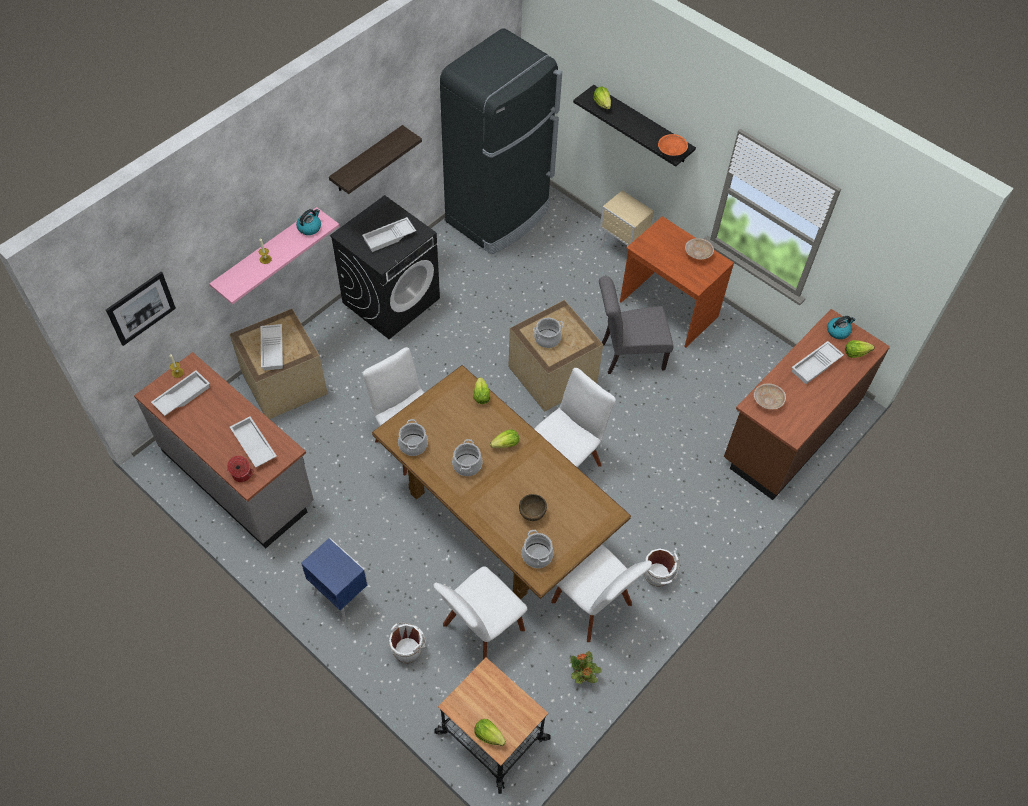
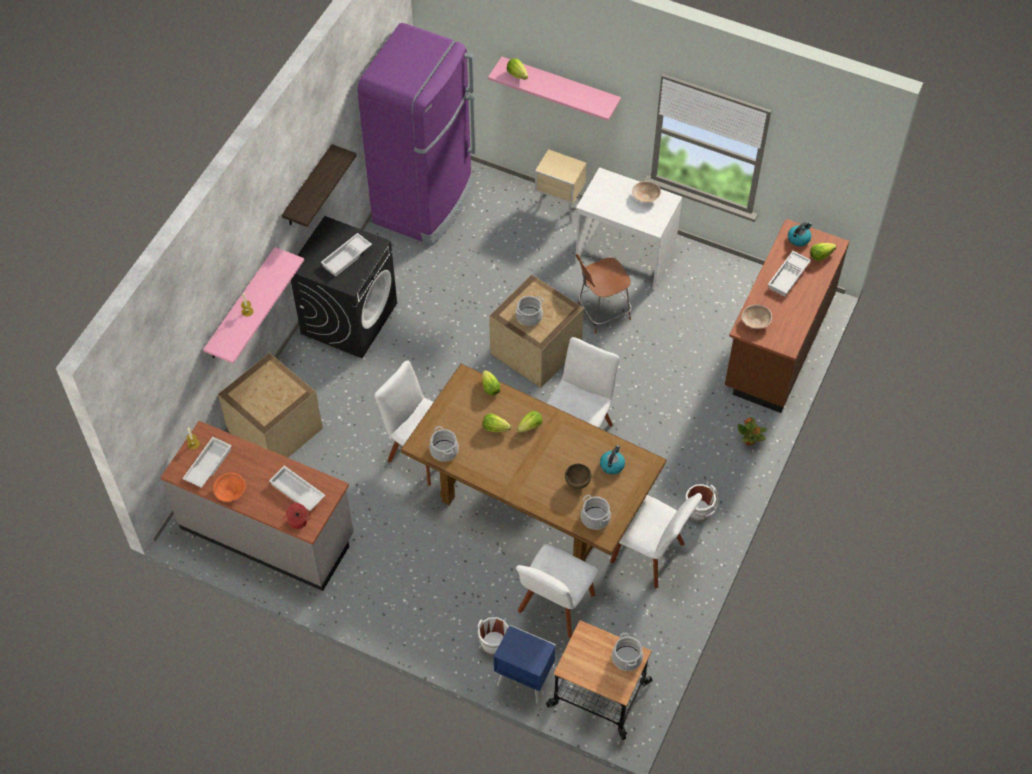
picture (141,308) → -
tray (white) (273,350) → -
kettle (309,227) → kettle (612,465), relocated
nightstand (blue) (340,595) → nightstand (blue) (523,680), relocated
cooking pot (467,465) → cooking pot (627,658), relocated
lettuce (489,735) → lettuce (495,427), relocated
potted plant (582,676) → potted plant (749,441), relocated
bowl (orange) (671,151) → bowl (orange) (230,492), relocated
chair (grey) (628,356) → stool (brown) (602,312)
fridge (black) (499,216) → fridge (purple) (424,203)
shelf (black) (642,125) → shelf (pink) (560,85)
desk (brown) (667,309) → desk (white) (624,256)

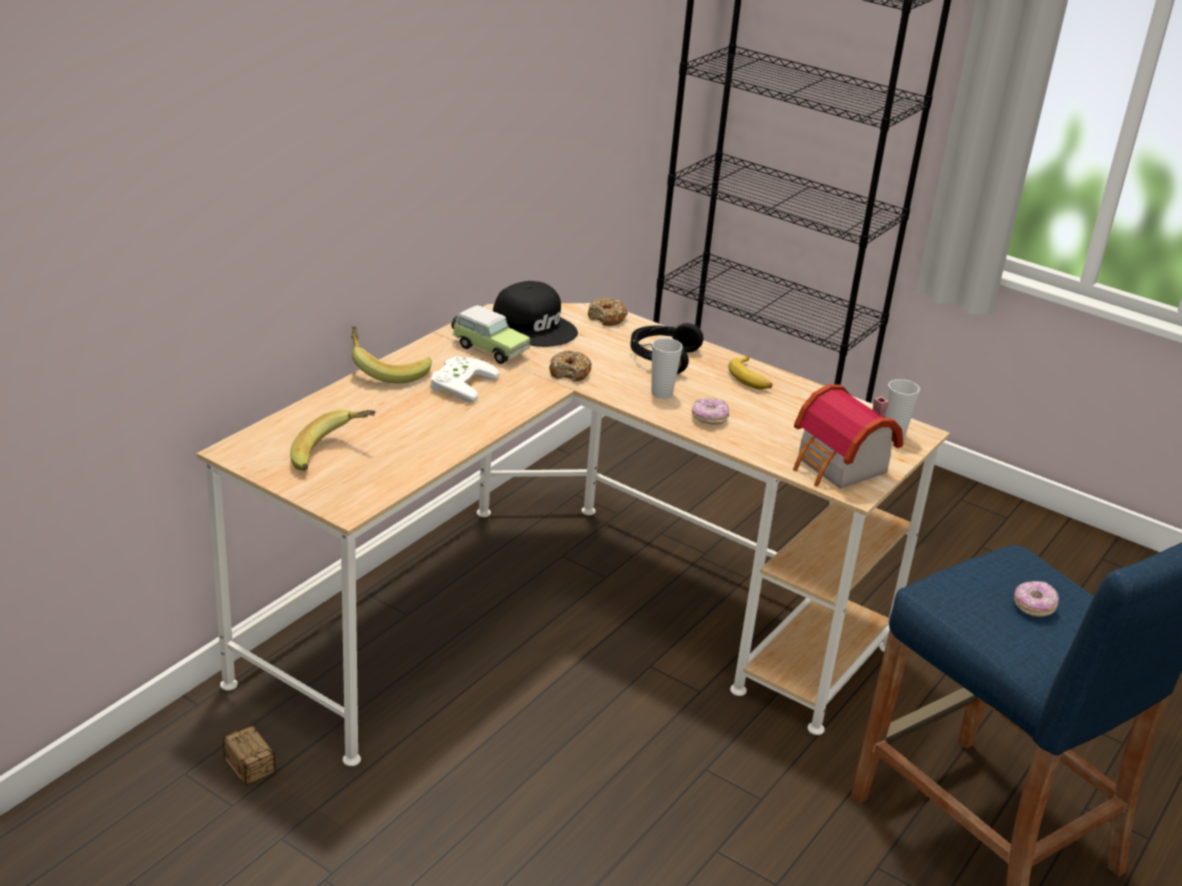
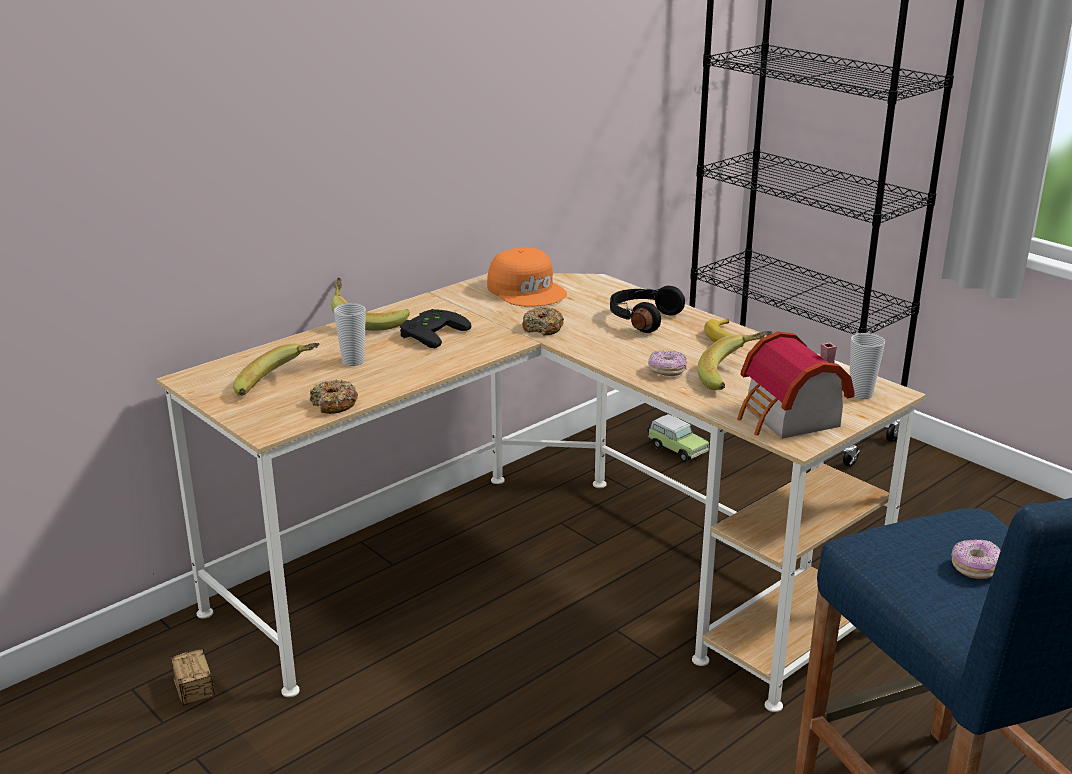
- → banana (735,377)
toy car (488,349) → toy car (676,449), relocated
donut (607,318) → donut (334,404), relocated
cup (661,393) → cup (353,361), relocated
game controller (white) (459,382) → game controller (black) (430,332)
cap (black) (535,326) → cap (orange) (527,290)

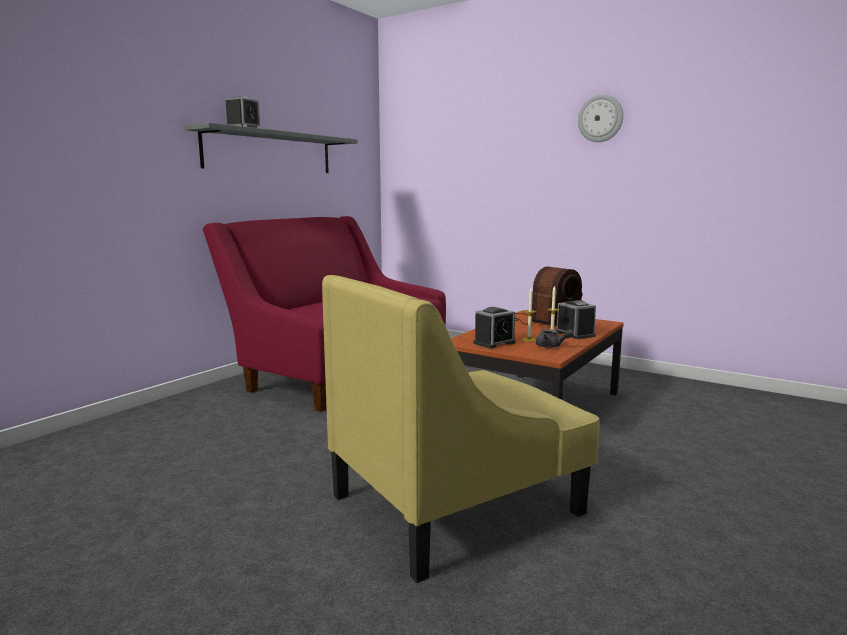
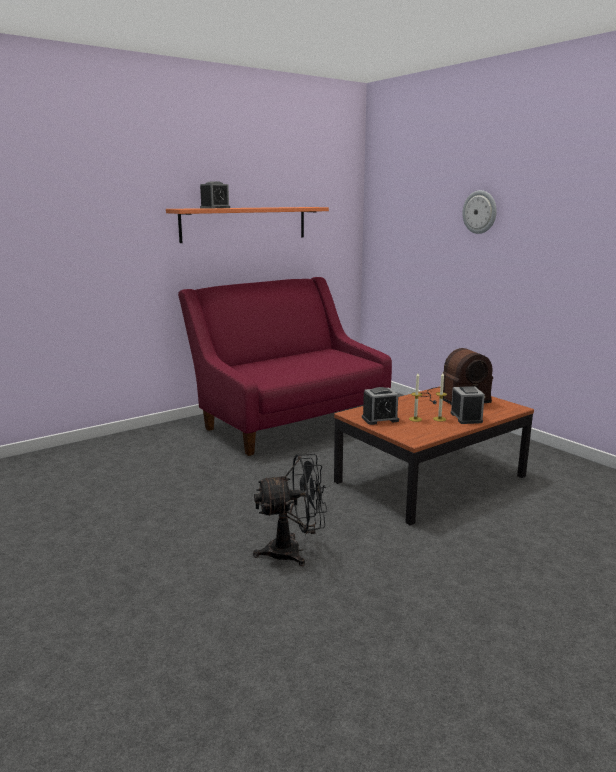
teapot (grey) (551,346) → -
wall clock (600,118) → wall clock (480,212), relocated
armchair (yellow) (457,503) → fan (black) (293,551)
shelf (grey) (270,152) → shelf (orange) (244,224)

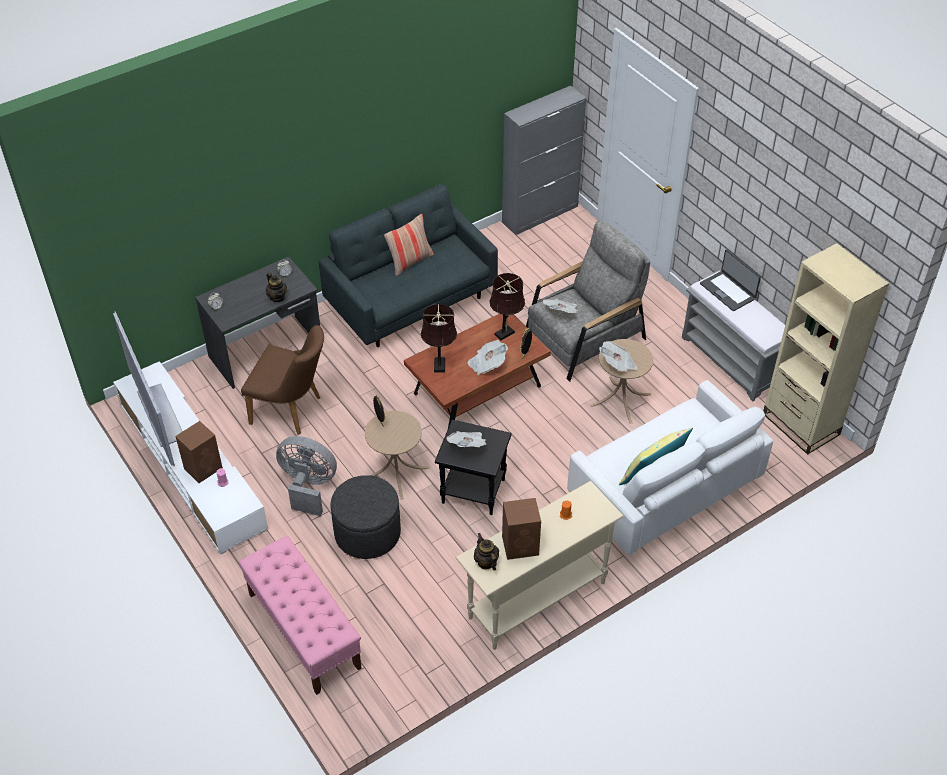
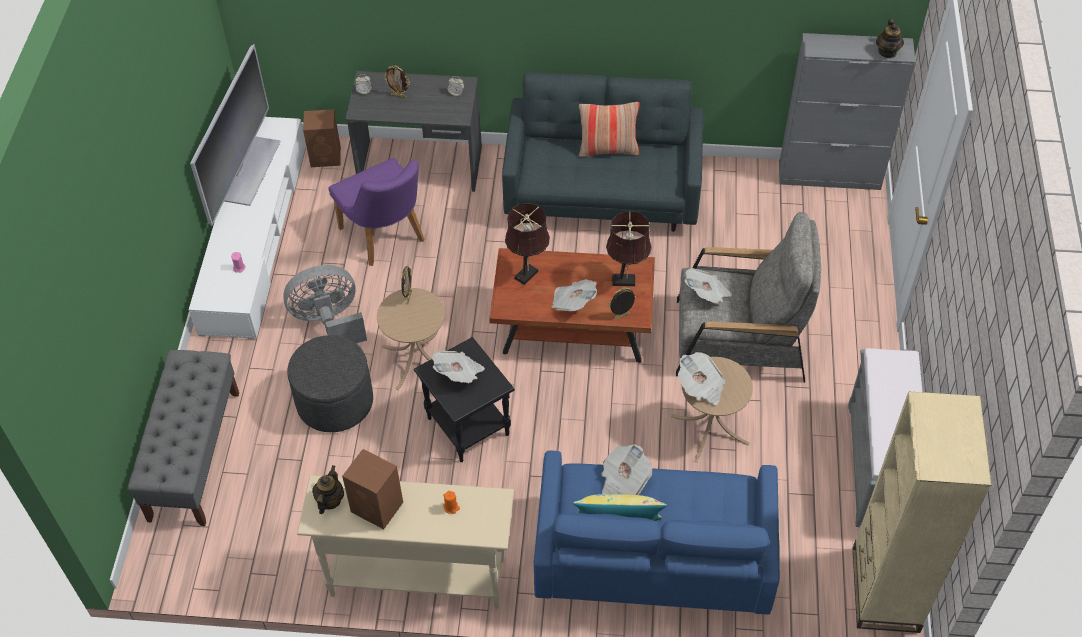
laptop (728,291) → -
- → picture frame (399,95)
- → newspaper (623,481)
speaker (brown) (204,467) → speaker (brown) (326,156), relocated
teapot (277,297) → teapot (887,52), relocated
bench (pink) (303,630) → bench (grey) (194,455)
chair (brown) (292,411) → chair (purple) (386,239)
sofa (white) (663,493) → sofa (blue) (652,559)
fan (grey) (308,486) → fan (grey) (329,321), 75 degrees counterclockwise

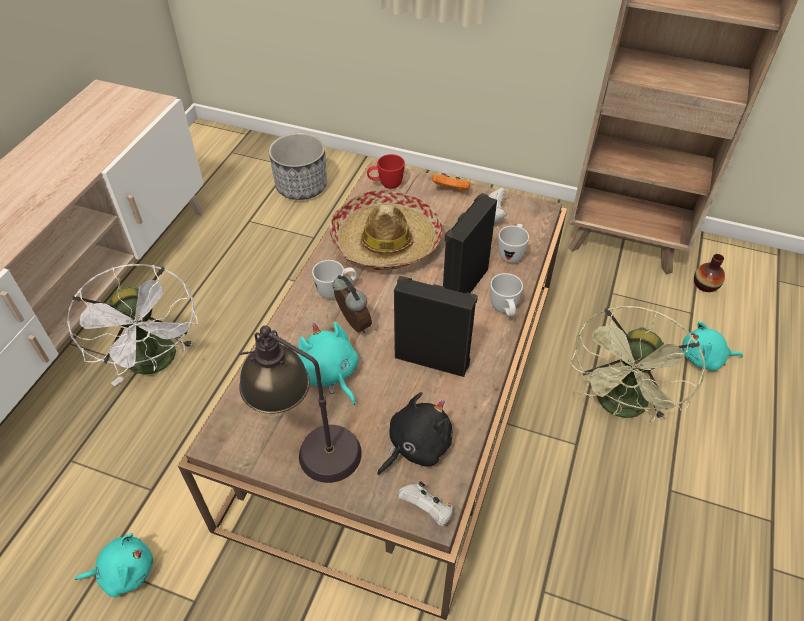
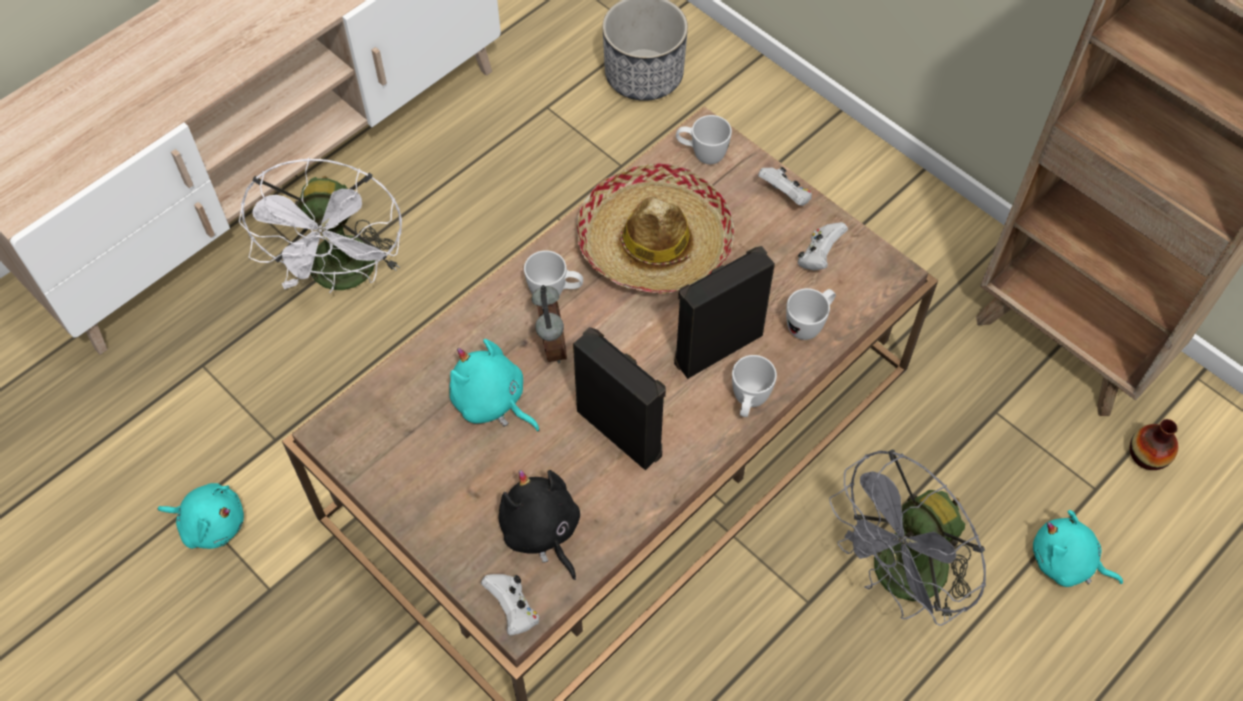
table lamp (308,445) → -
mug (red) (386,185) → mug (white) (701,154)
game controller (orange) (451,191) → game controller (white) (785,196)
fan (green) (620,407) → fan (grey) (899,580)
plush toy (turquoise) (330,374) → plush toy (turquoise) (491,402), 45 degrees counterclockwise
plush toy (black) (416,446) → plush toy (black) (541,532), 105 degrees counterclockwise

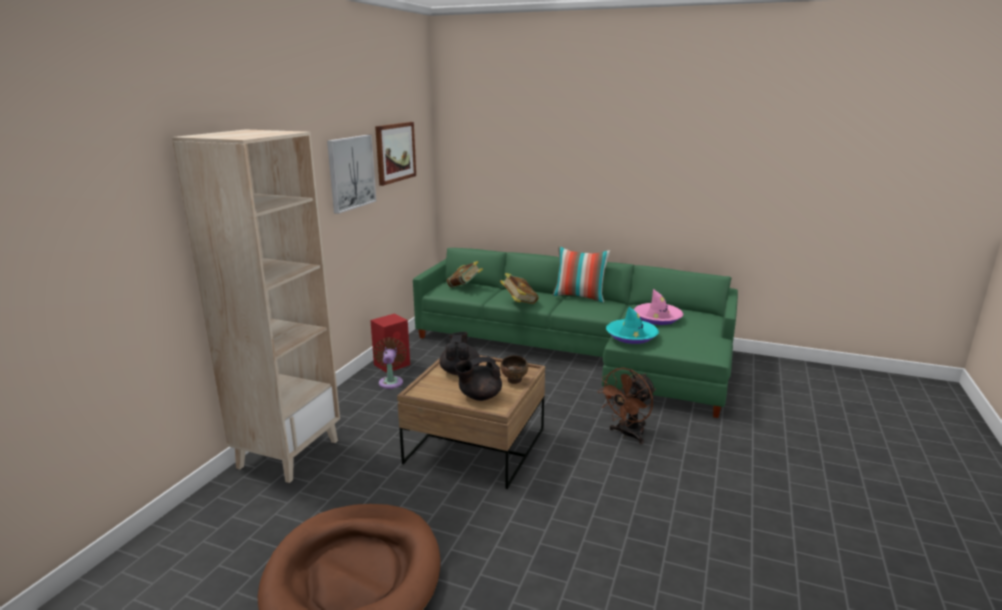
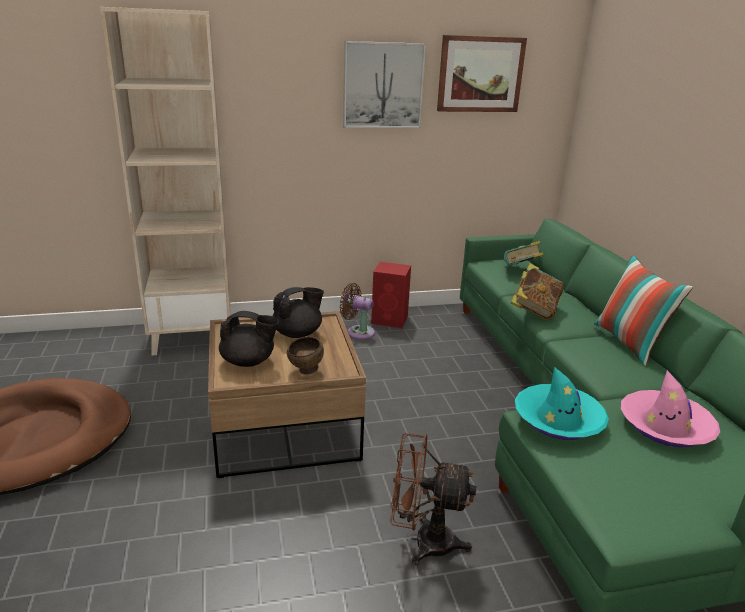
fan (brown) (391,381) → fan (brown) (358,332), 120 degrees counterclockwise
teapot (black) (479,396) → teapot (black) (248,361), 150 degrees clockwise

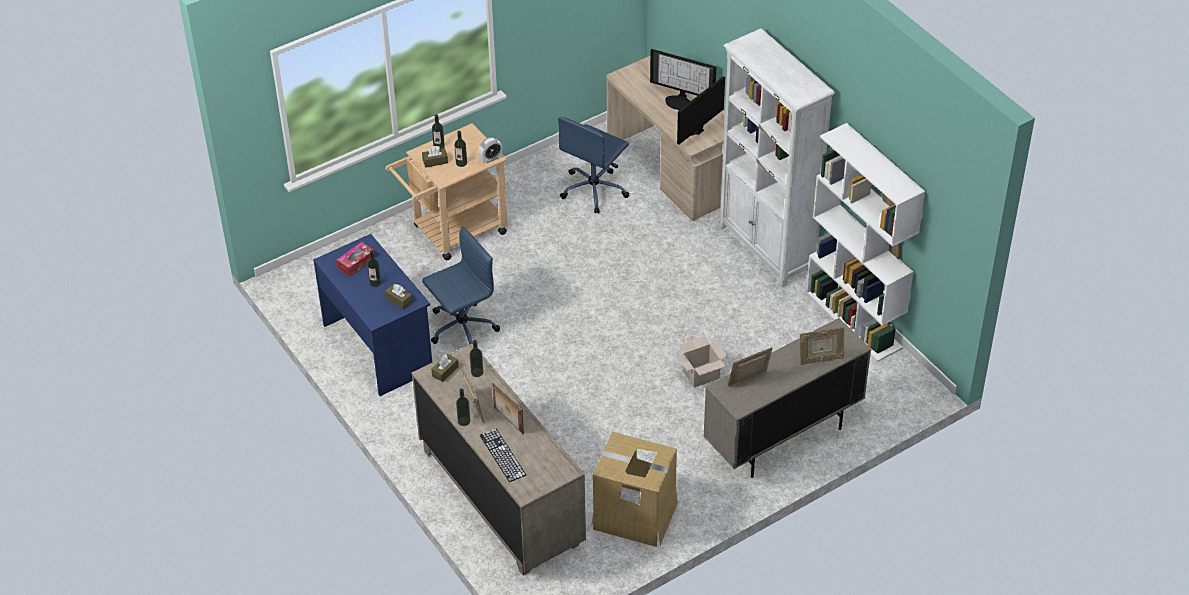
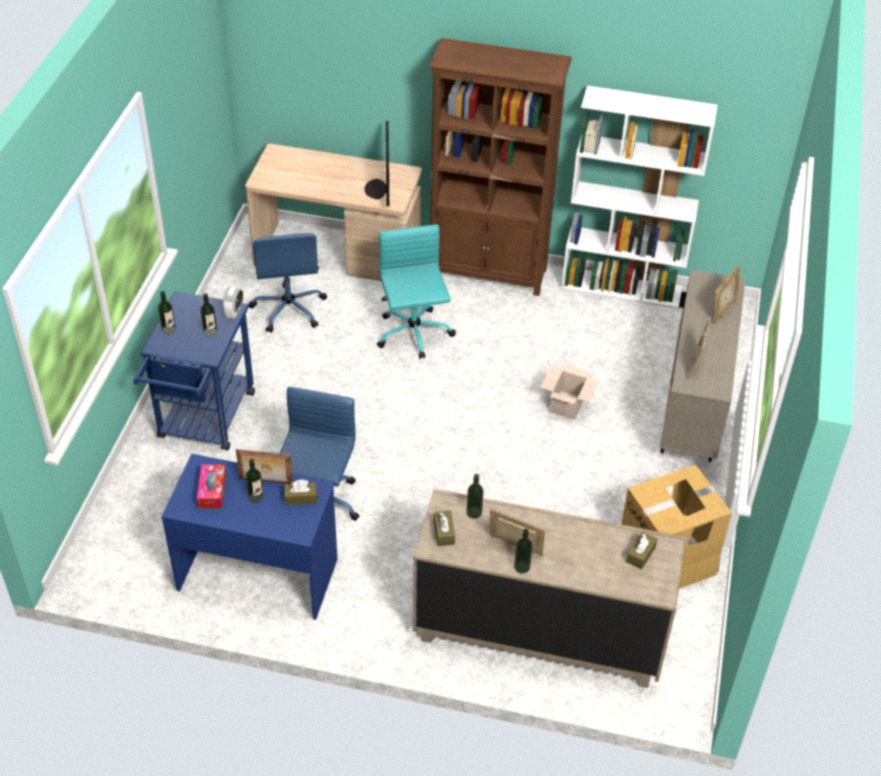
keyboard (502,455) → -
monitor (680,101) → -
- → office chair (turquoise) (414,334)
tissue box (brown) (435,161) → tissue box (brown) (640,554), relocated
picture frame (508,421) → picture frame (266,481), relocated
cart (beige) (453,232) → cart (blue) (203,421)
bookcase (white) (767,248) → bookcase (brown) (489,273)

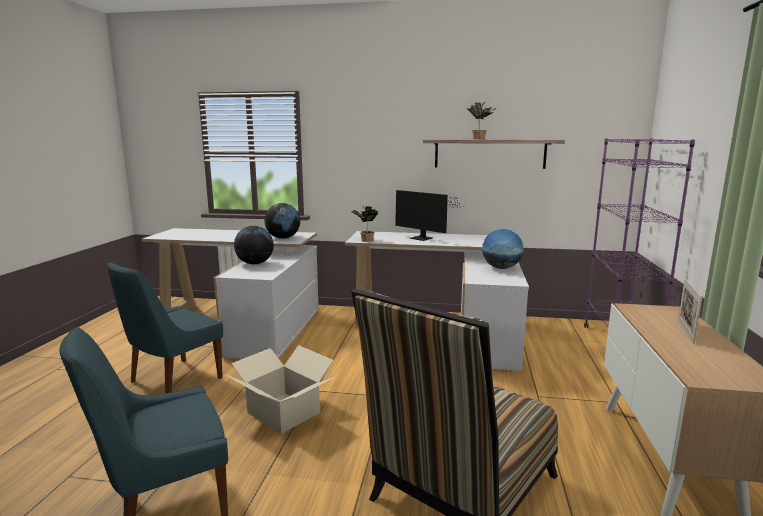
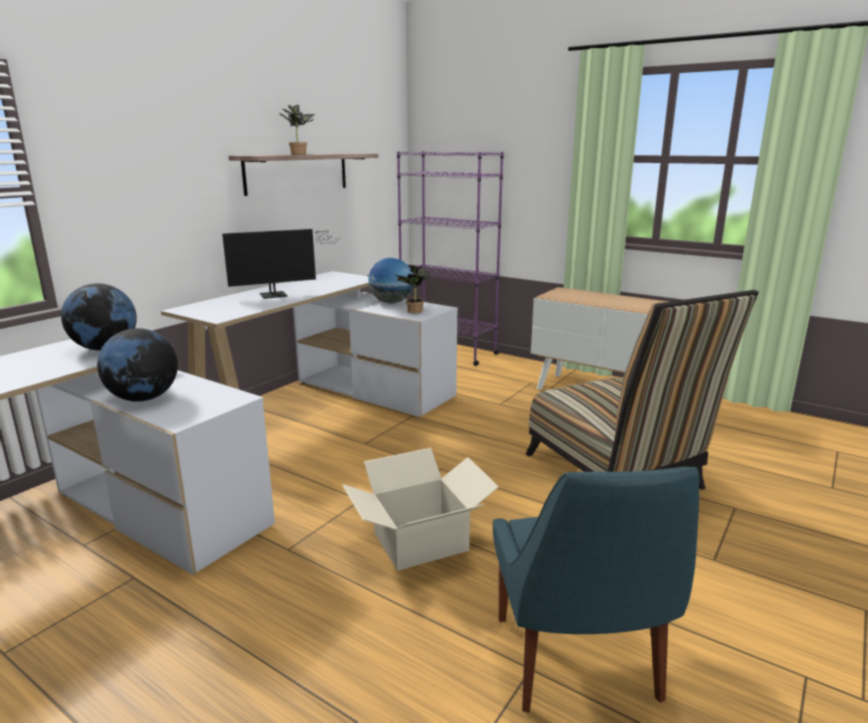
chair (blue) (173,381) → -
picture frame (685,331) → -
potted plant (365,240) → potted plant (414,311), relocated

